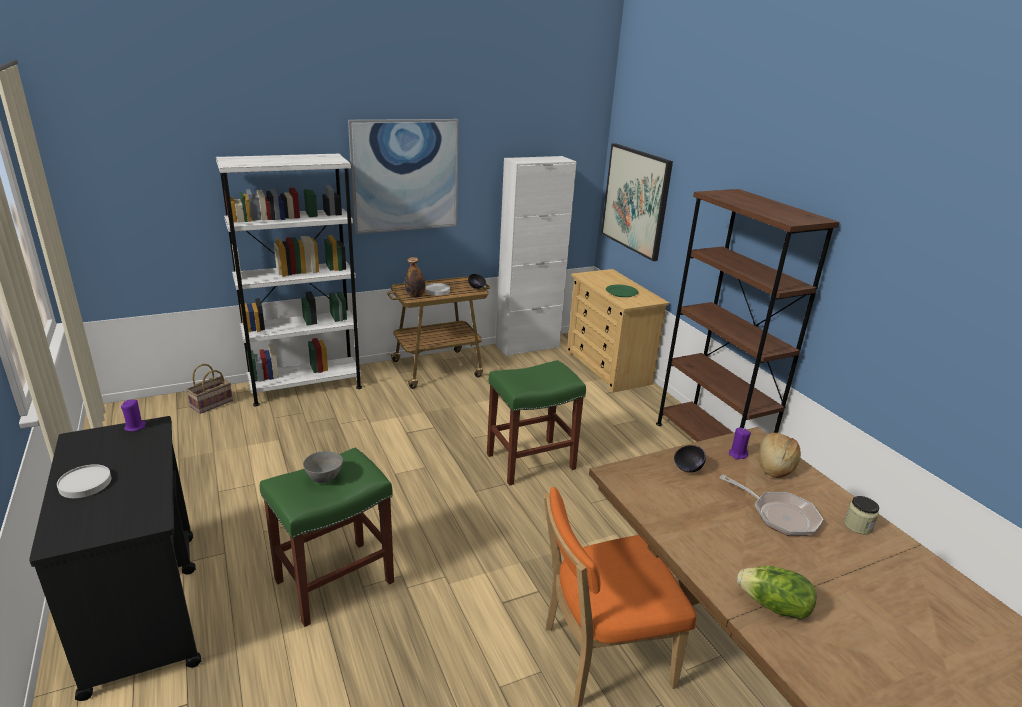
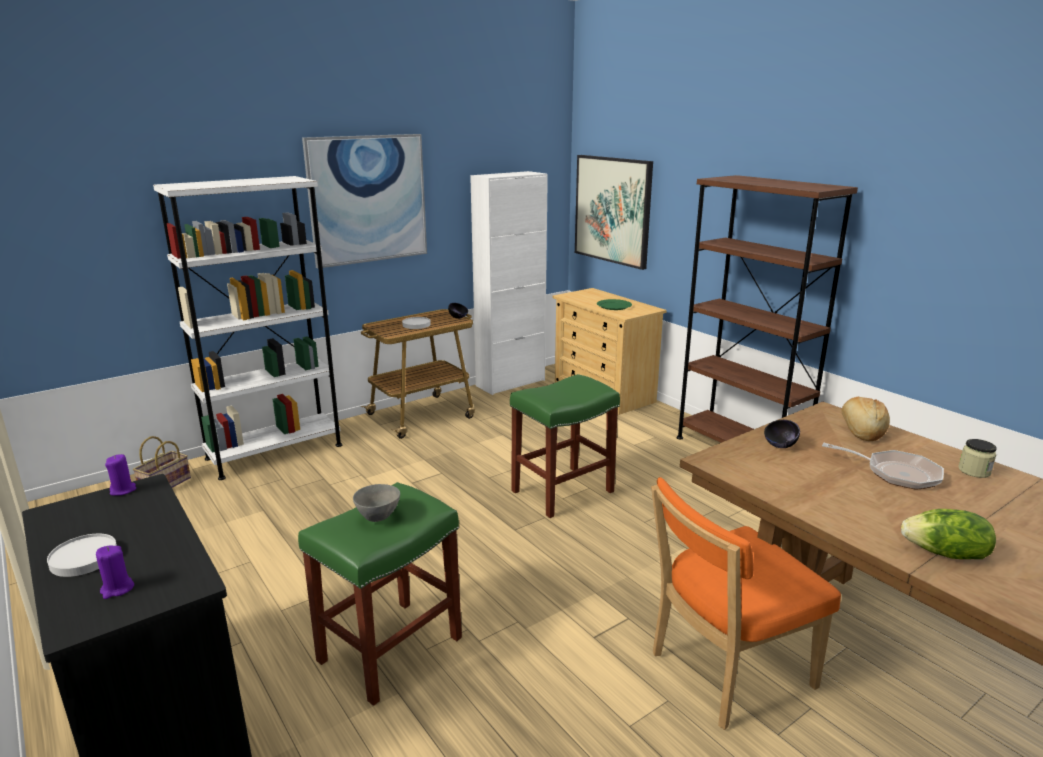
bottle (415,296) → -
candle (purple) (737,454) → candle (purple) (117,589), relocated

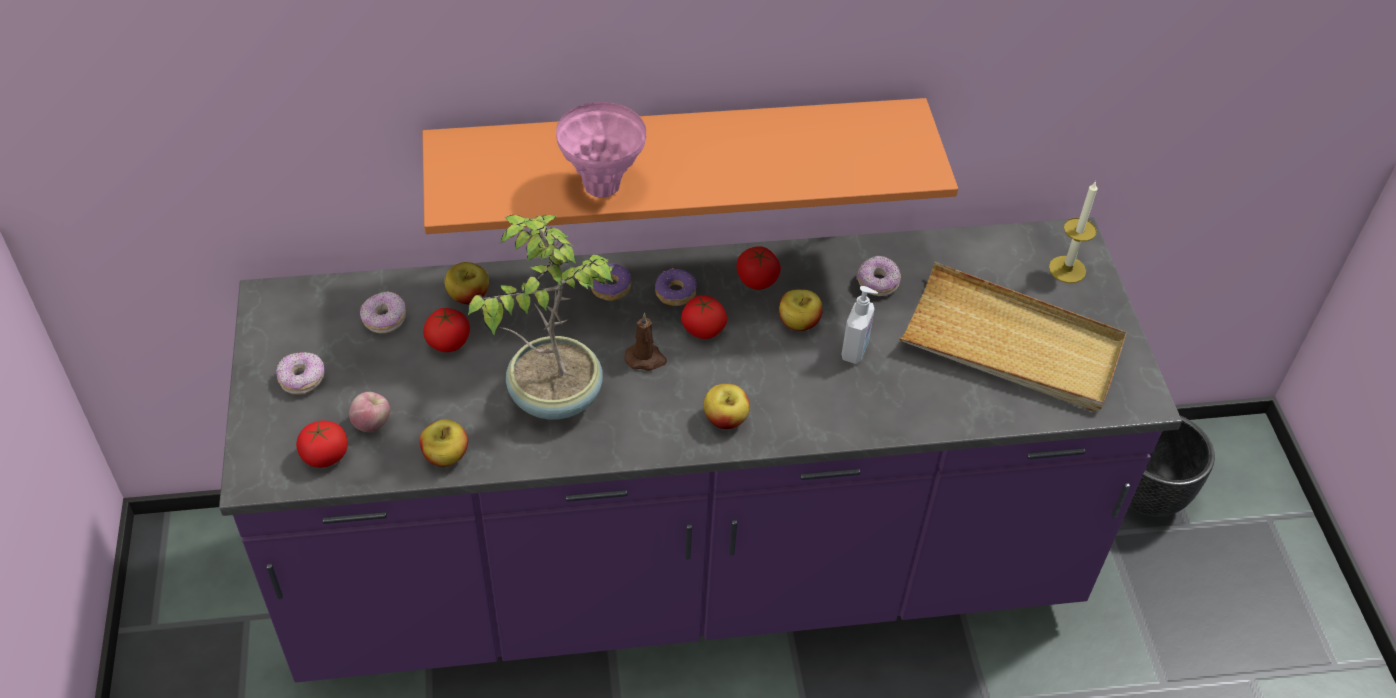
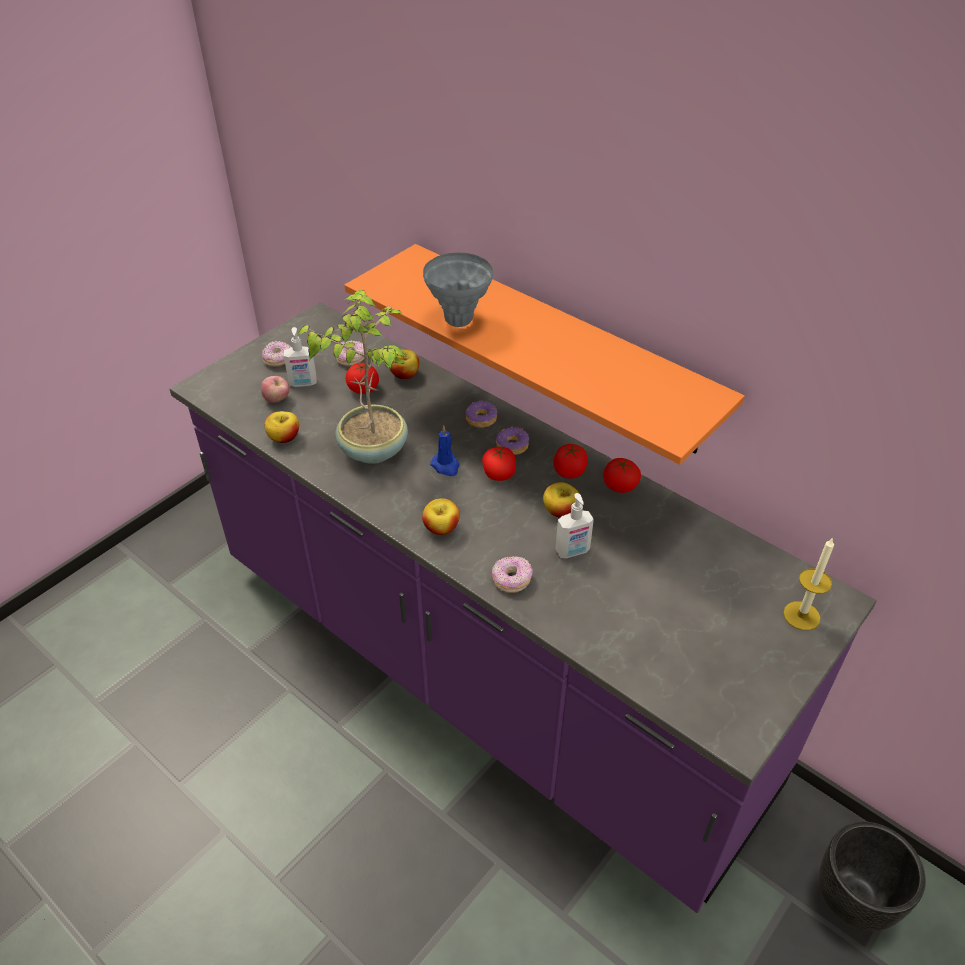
tray (beige) (1012,345) → -
- → soap dispenser (303,383)
tomato (325,456) → tomato (620,486), relocated
donut (877,283) → donut (511,580), relocated
vase (pink) (602,187) → vase (grey) (459,320)
candle (brown) (646,359) → candle (blue) (446,466)

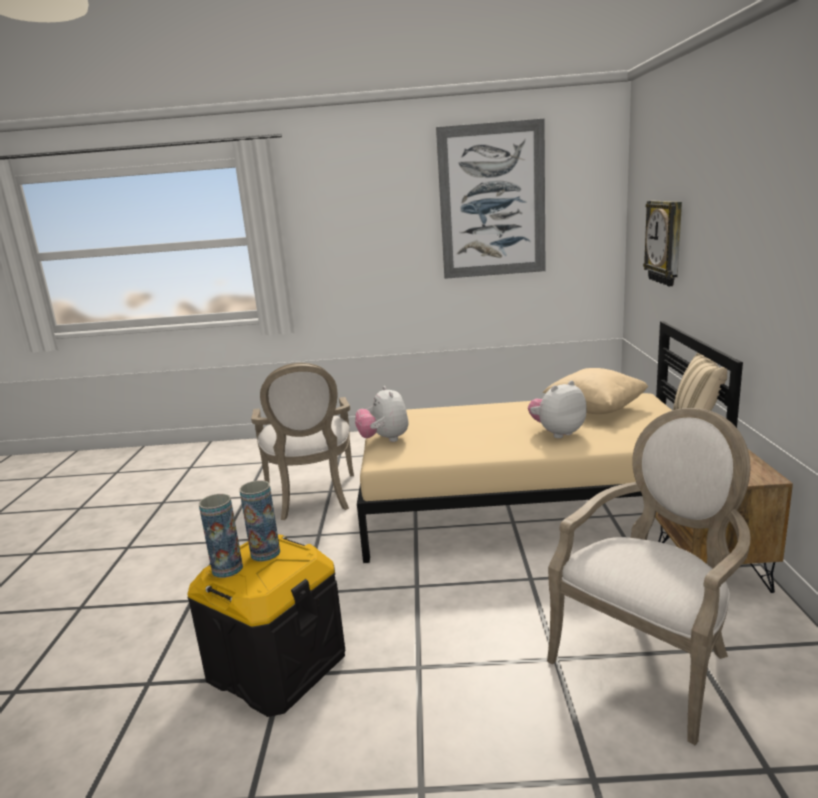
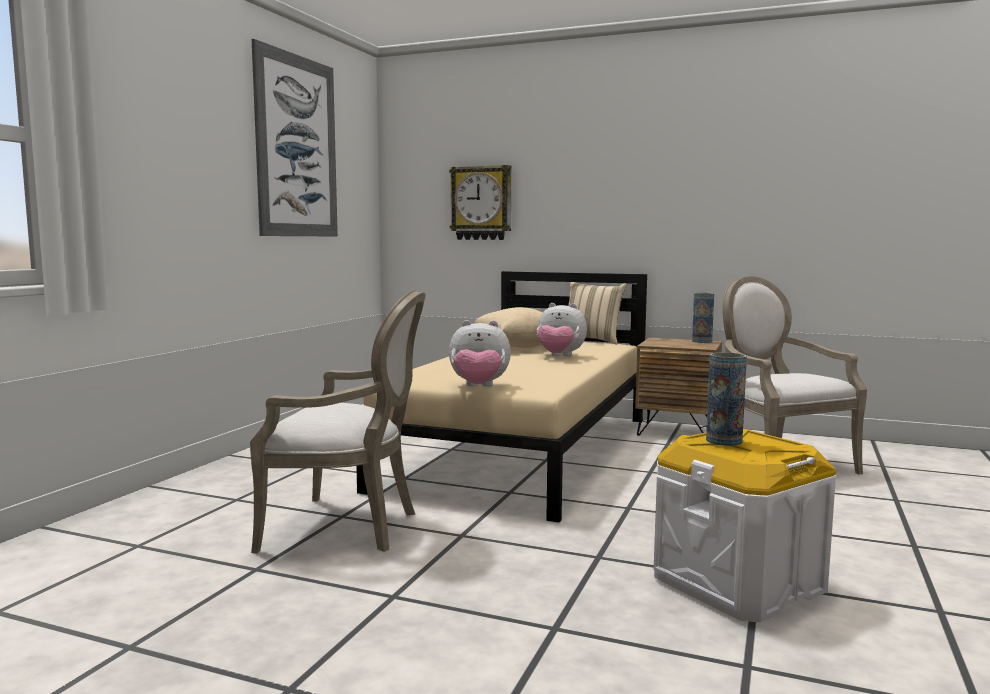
vase (227,569) → vase (702,341), relocated
storage box (black) (276,665) → storage box (white) (737,583)
plush toy (557,433) → plush toy (559,356), 60 degrees counterclockwise

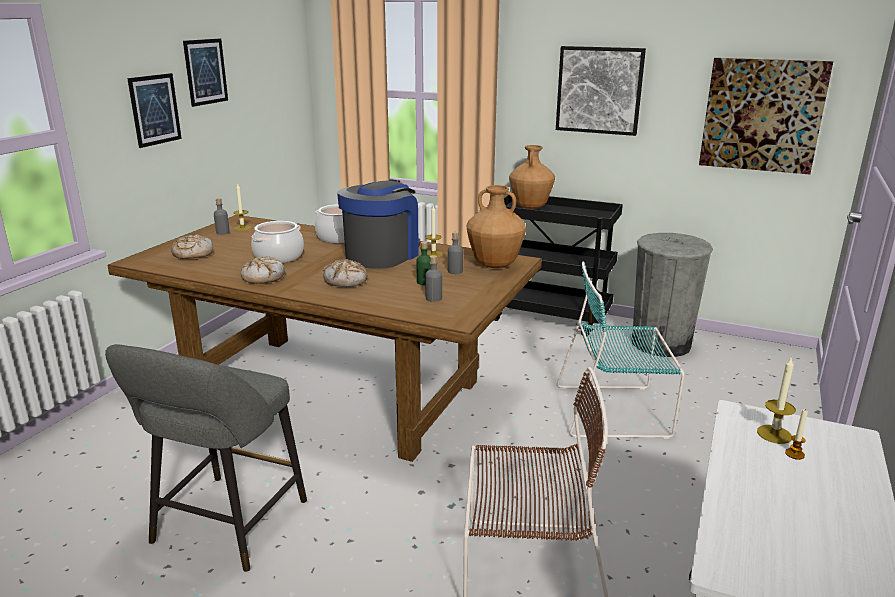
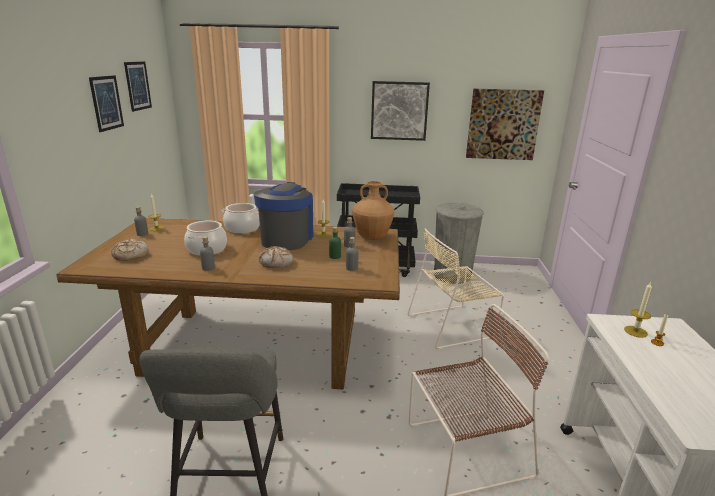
vase (brown) (530,207) → -
picture (155,110) → picture (138,86), relocated
bread (263,277) → bottle (grey) (208,268)
chair (turquoise) (616,411) → chair (beige) (452,325)

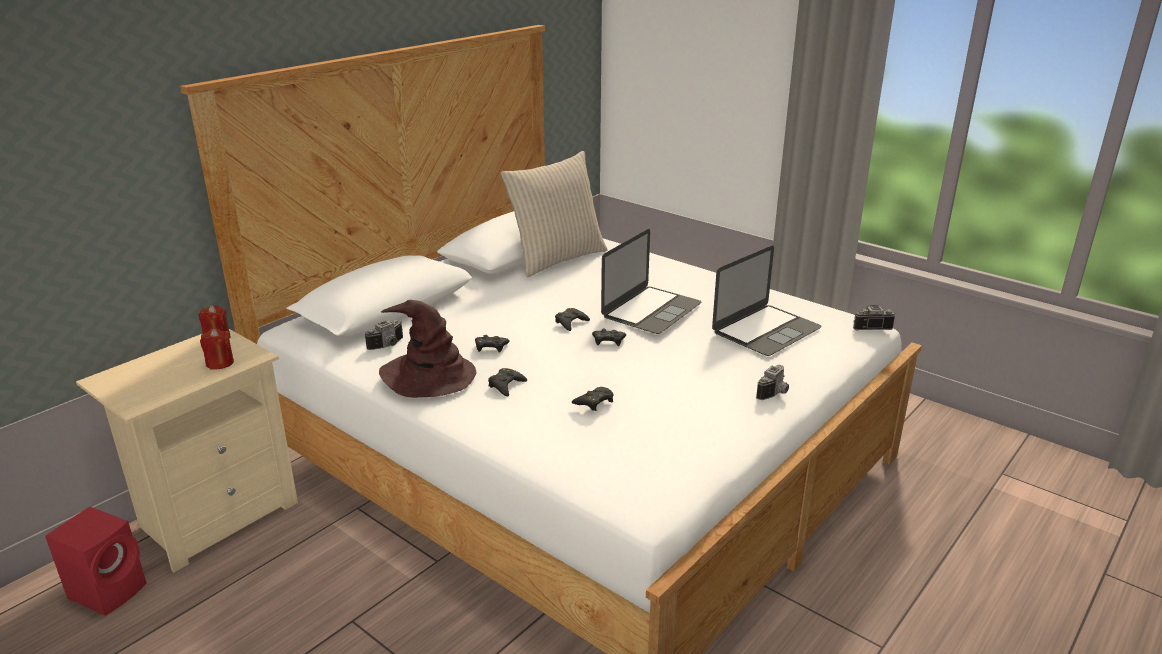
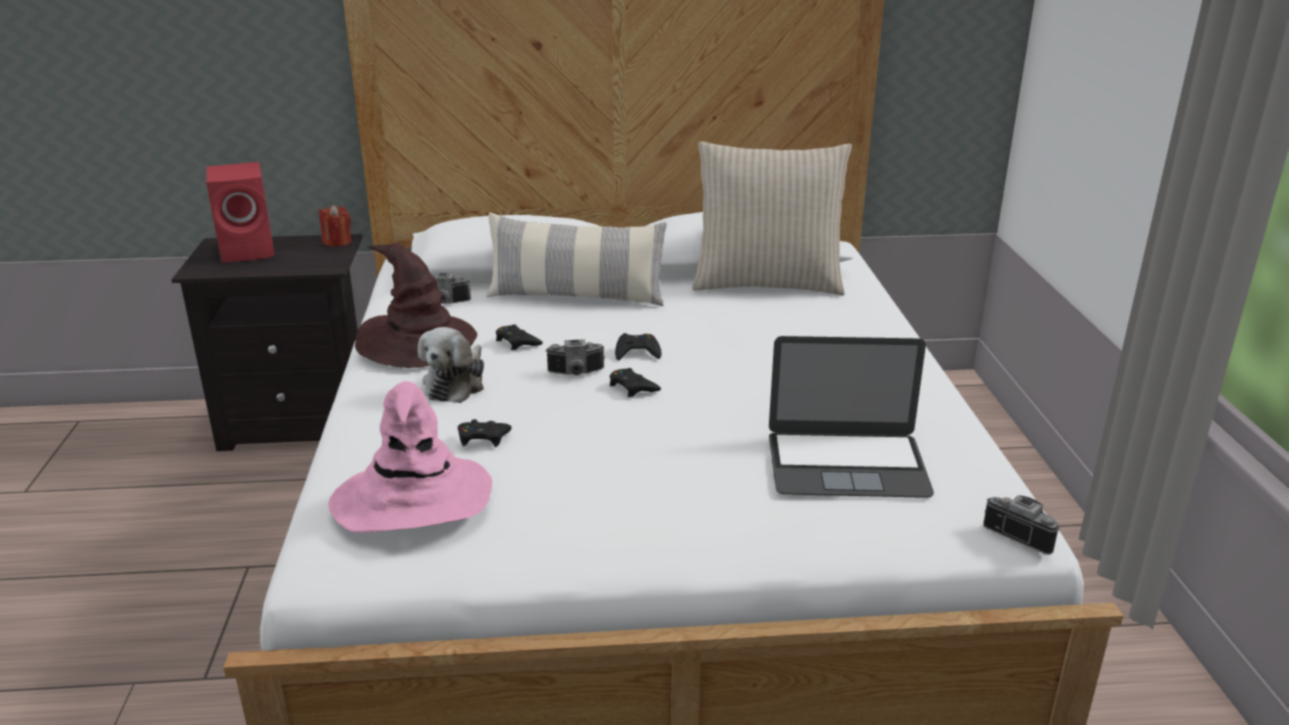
candle (red) (220,363) → -
laptop (651,310) → -
- → hat (pink) (413,499)
- → pillow (576,297)
speaker (red) (110,590) → speaker (red) (250,250), relocated
photo camera (775,393) → photo camera (576,373), relocated
game controller (black) (506,385) → plush toy (456,384)
nightstand (beige) (216,516) → nightstand (black) (301,423)

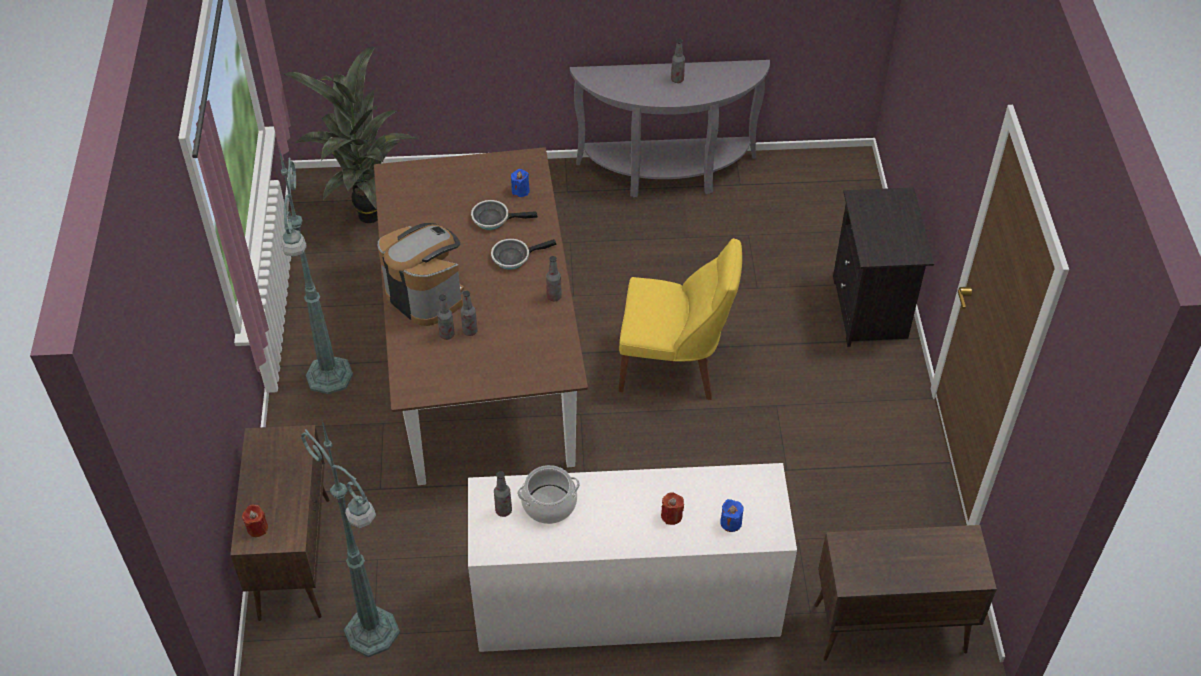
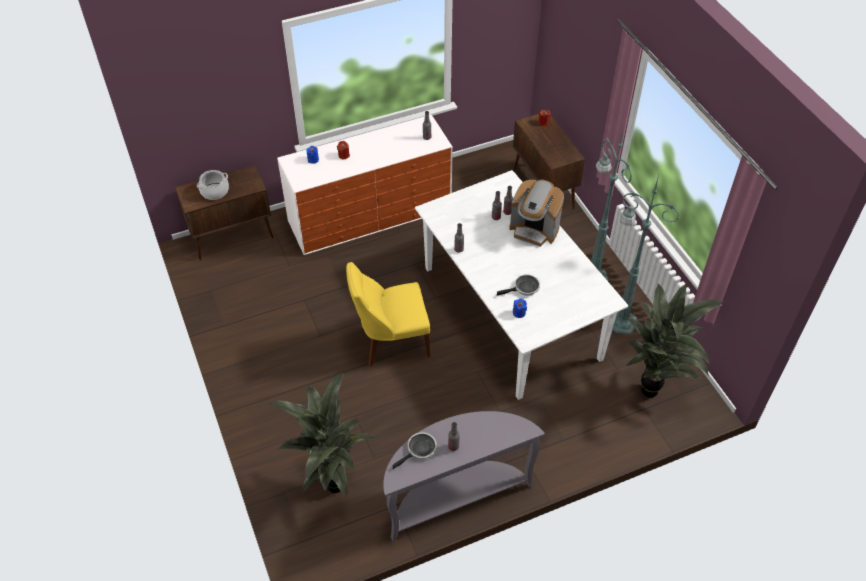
nightstand (black) (871,310) → -
- → potted plant (331,484)
floor lamp (green) (373,634) → floor lamp (green) (620,321), relocated
frying pan (514,257) → frying pan (420,450), relocated
cooking pot (549,504) → cooking pot (215,191), relocated
dining table (brown) (481,359) → dining table (white) (511,312)

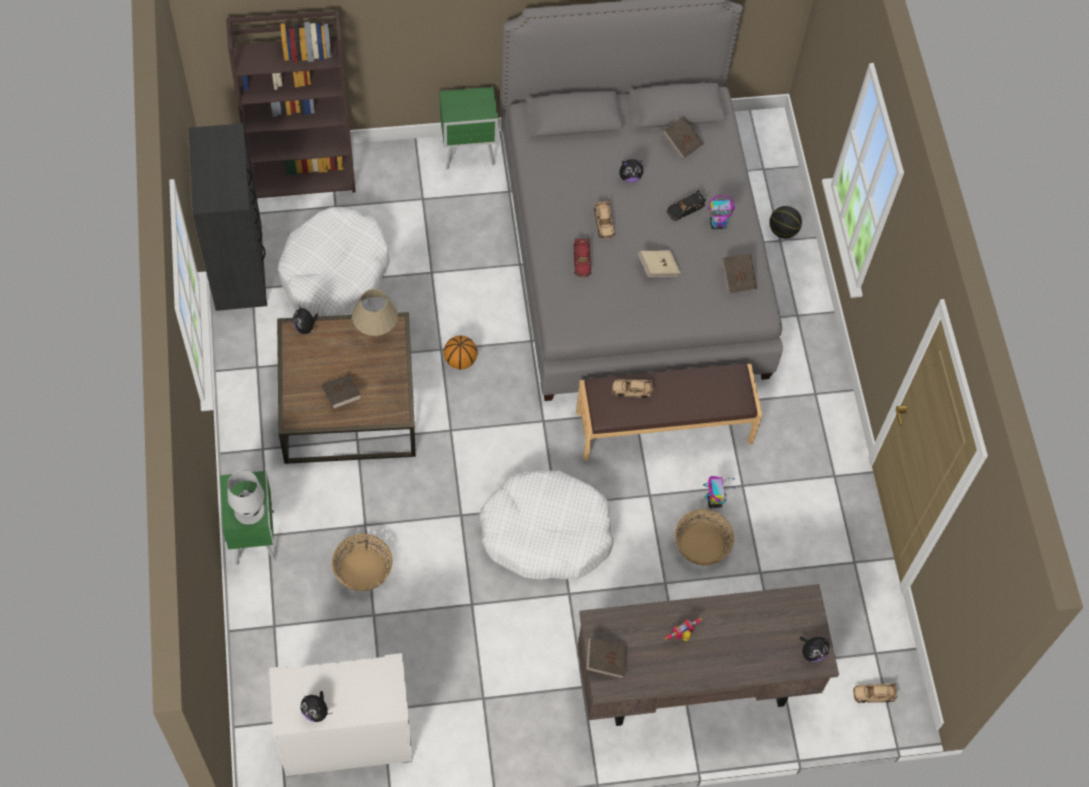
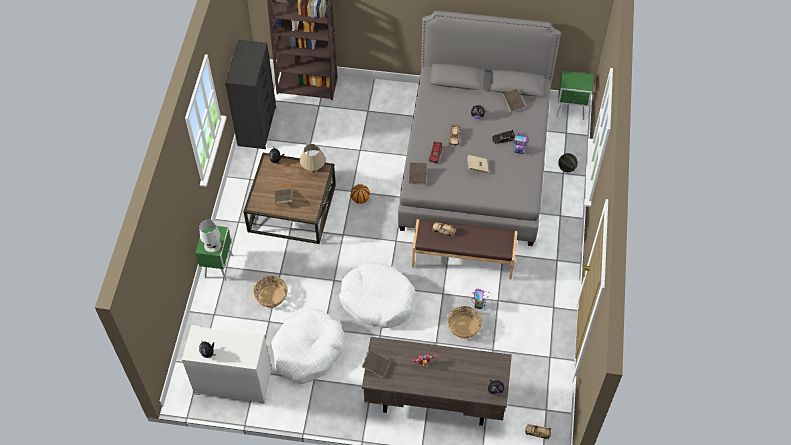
dog bed (white) (334,274) → dog bed (white) (308,351), relocated
nightstand (green) (469,154) → nightstand (green) (571,111), relocated
book (brown) (738,278) → book (brown) (417,176), relocated

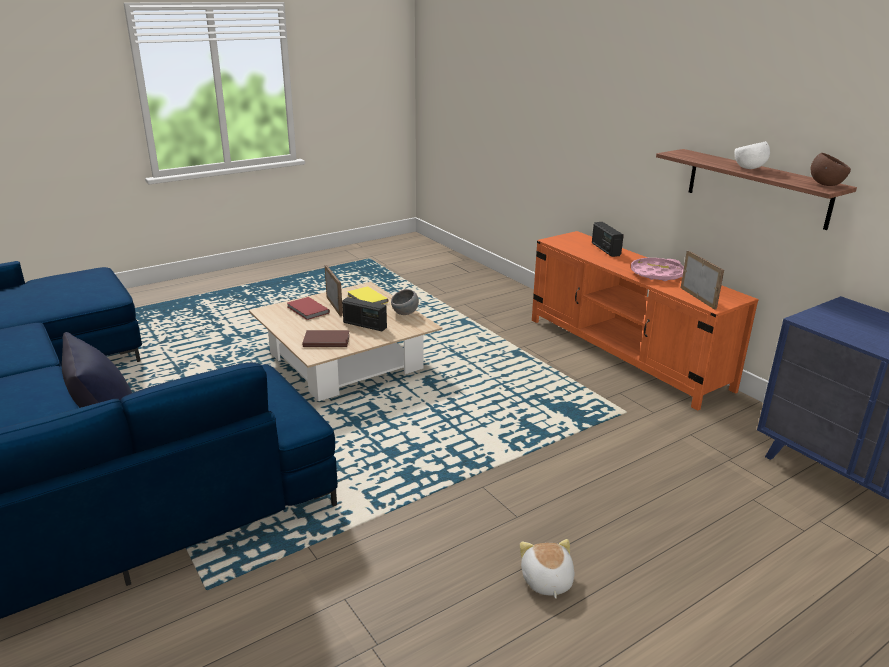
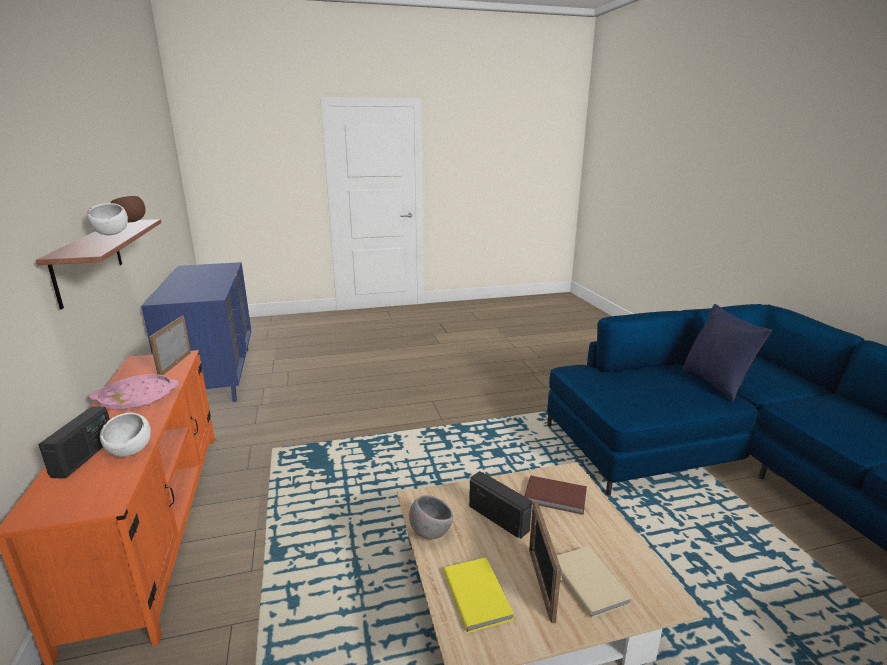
plush toy (546,581) → -
- → bowl (white) (131,451)
book (red) (307,310) → book (beige) (589,581)

